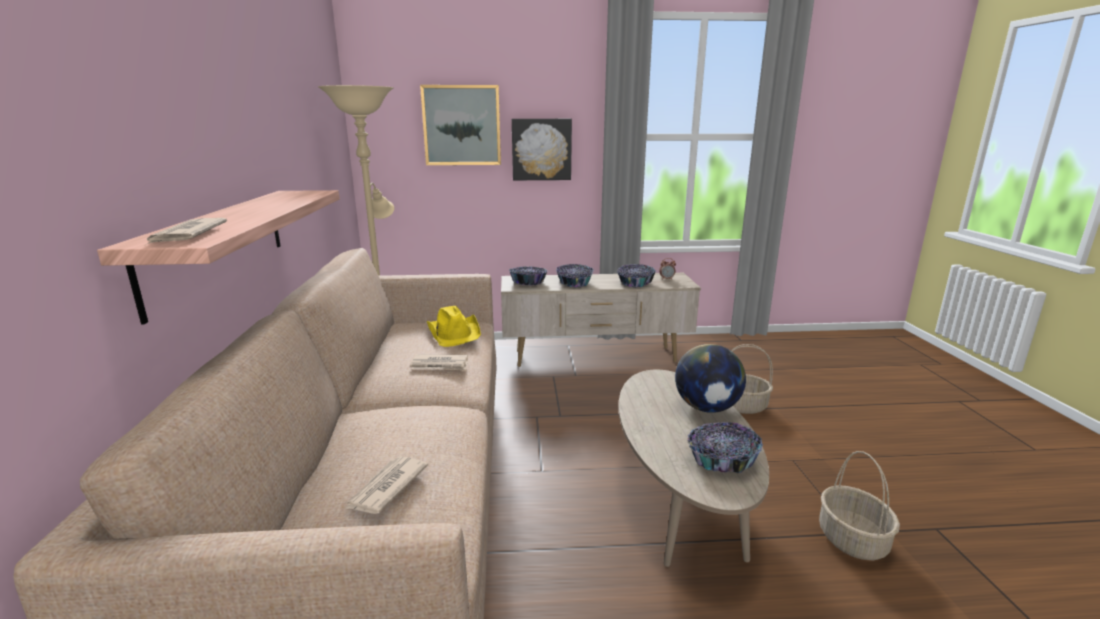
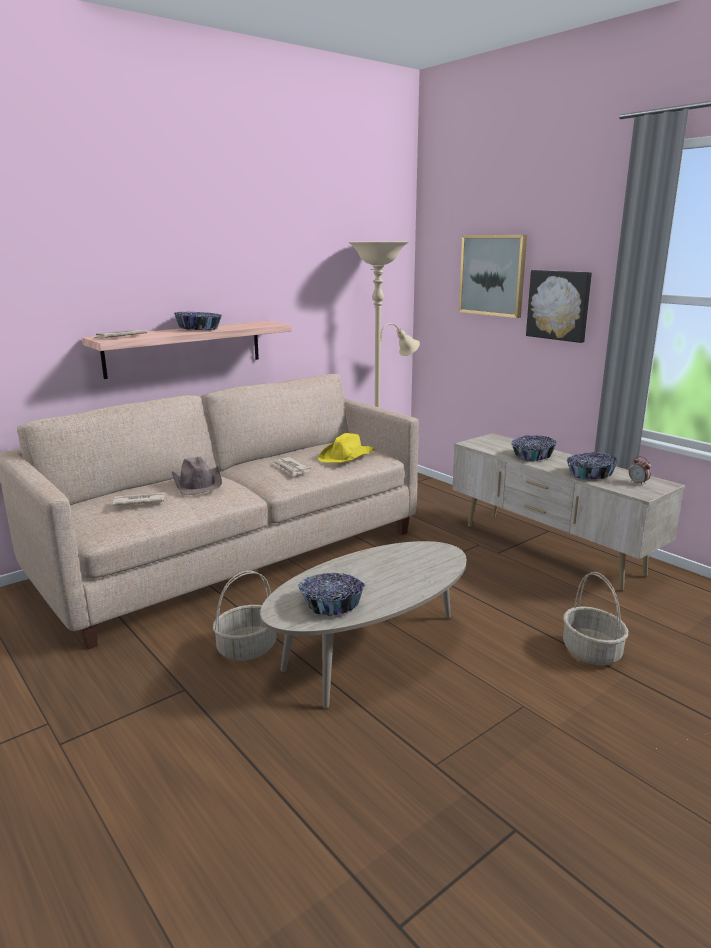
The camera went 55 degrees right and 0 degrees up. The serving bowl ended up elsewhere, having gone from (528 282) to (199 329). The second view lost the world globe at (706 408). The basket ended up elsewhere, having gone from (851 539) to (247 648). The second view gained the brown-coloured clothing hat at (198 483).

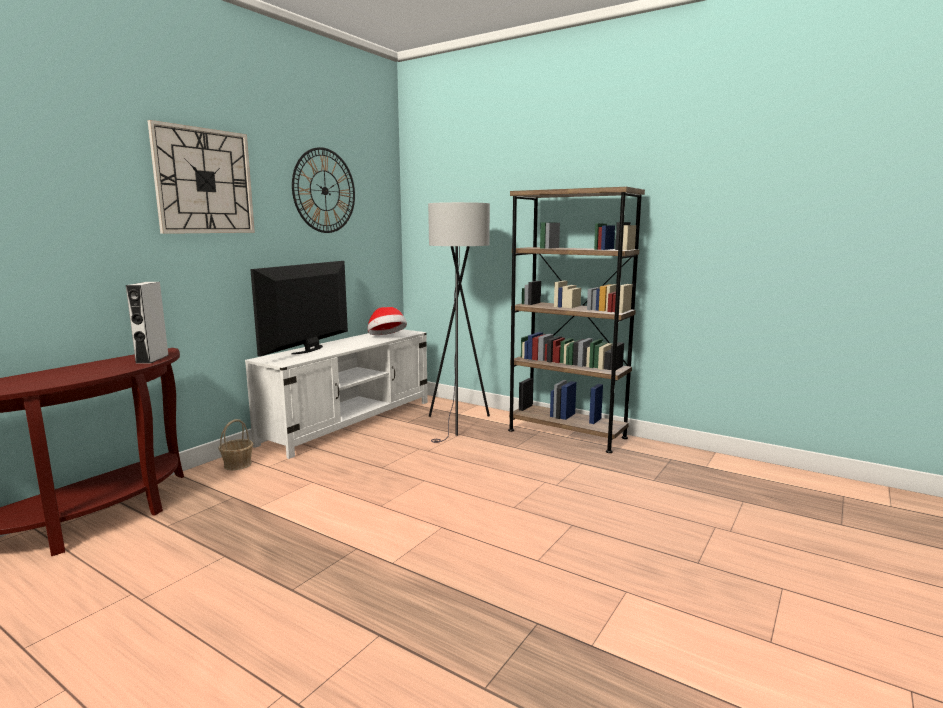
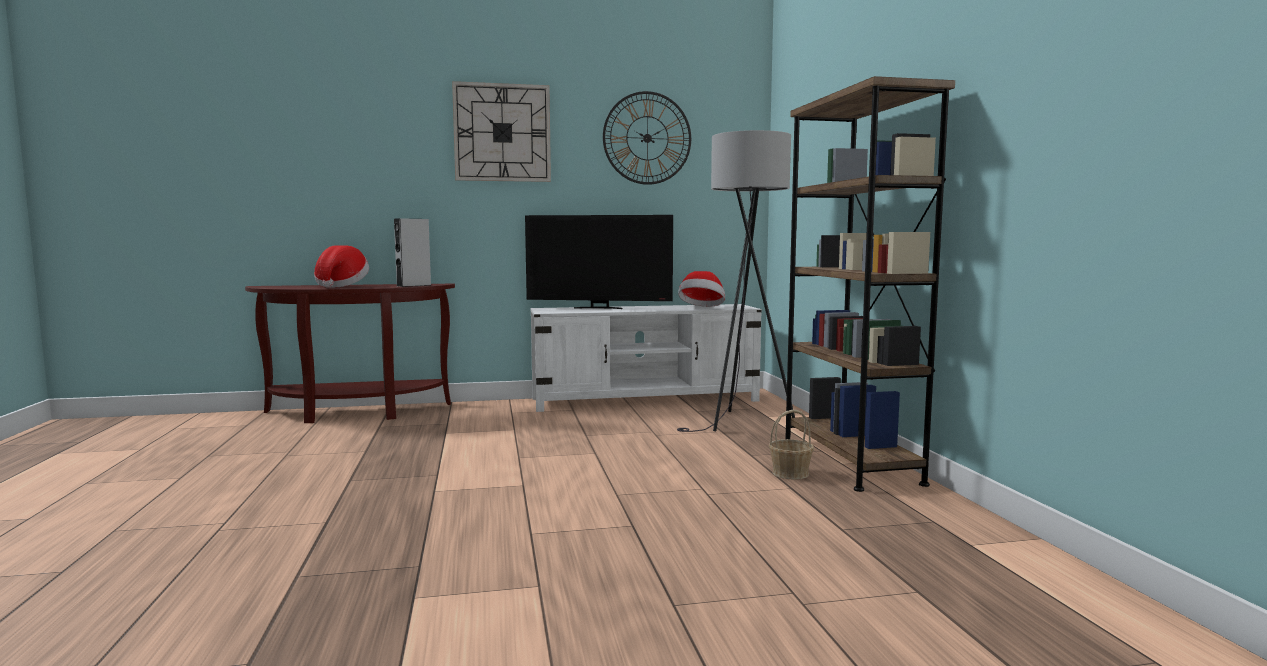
The camera went 45 degrees right and 5 degrees down. The TV set at (310 350) ended up facing another way, 150 degrees counterclockwise from before. The basket ended up elsewhere, having gone from (238 464) to (790 473). The second view gained the clothing hat at (341 286).

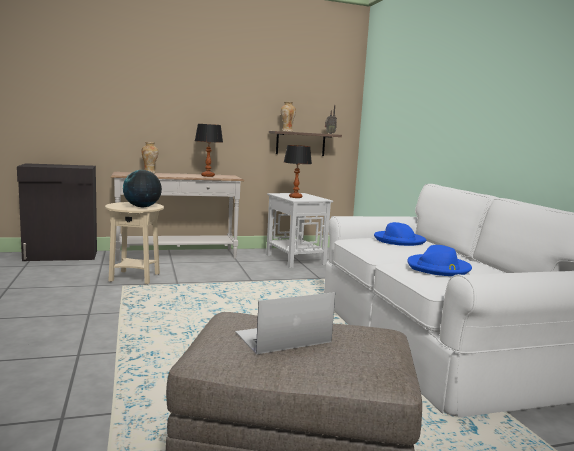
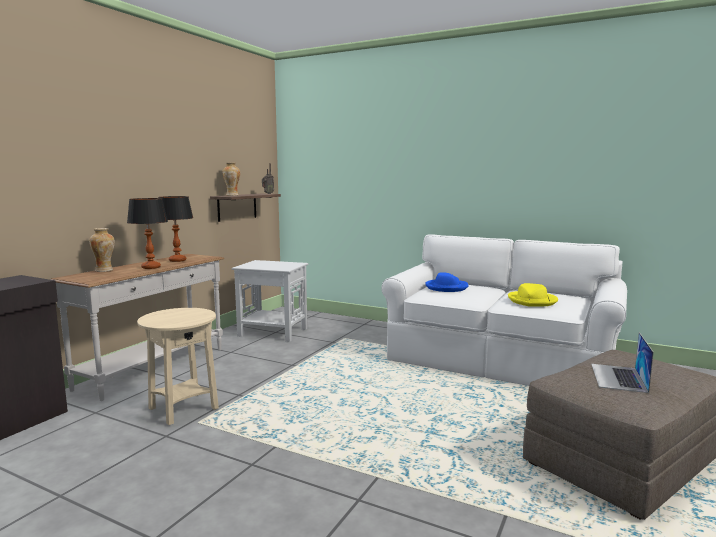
The camera went 45 degrees left and 0 degrees up. The tabletop lamp ended up elsewhere, having gone from (295 197) to (151 267). The second view lost the world globe at (142 207). What was the blue clothing hat at (438 268) turned into the yellow-coloured clothing hat at (532 301).

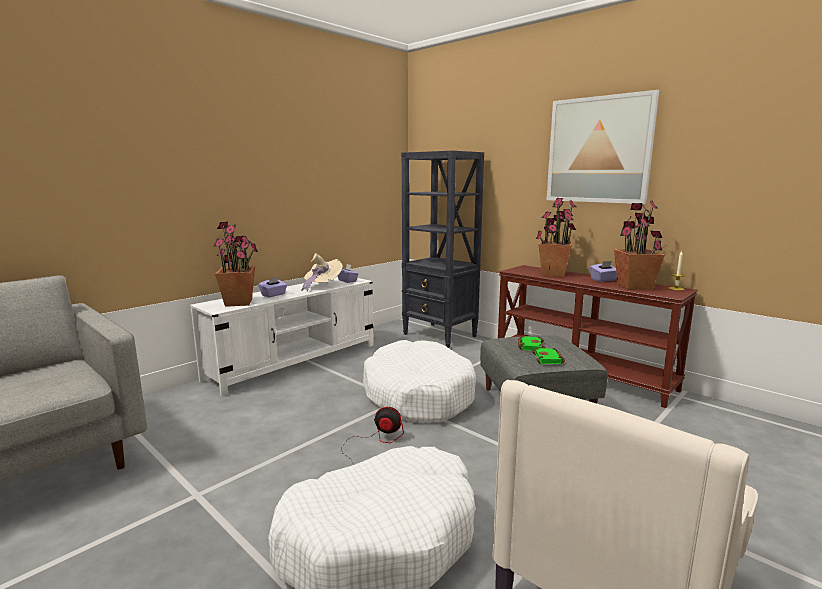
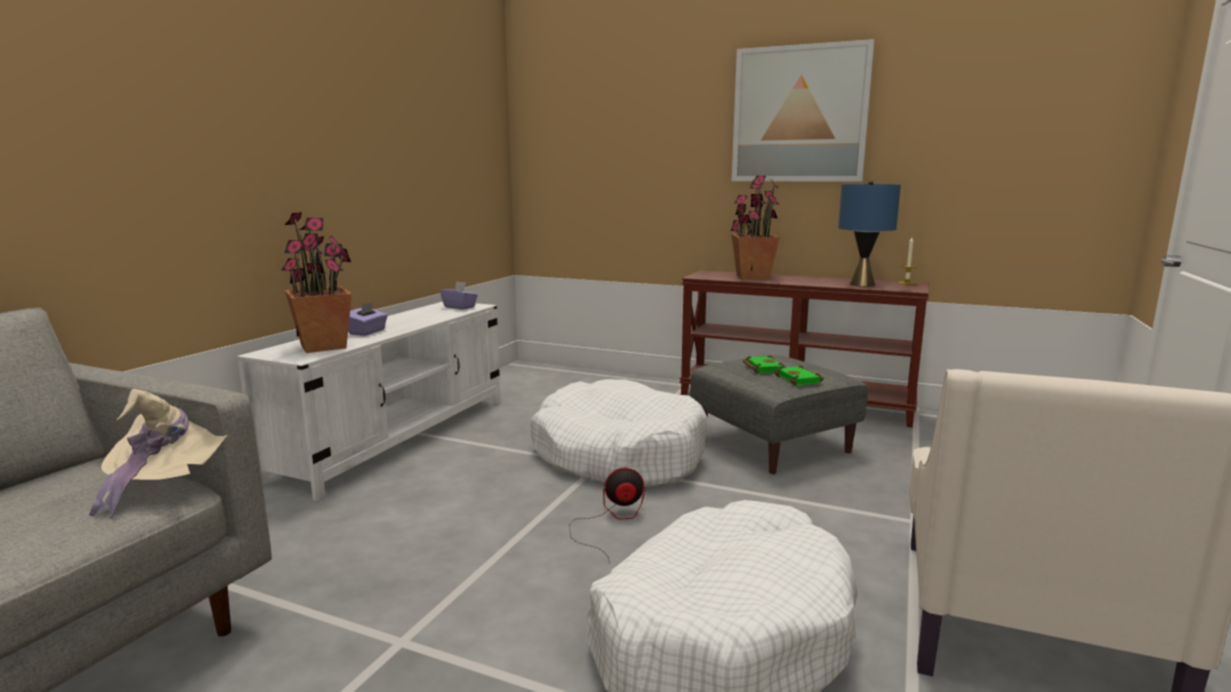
The camera went 20 degrees left and 0 degrees up. The second view lost the blackish bookshelf at (440 335). Where the houseplant stood at (634 287), the blue tabletop lamp came to stand at (862 284). The beige-coloured clothing hat ended up elsewhere, having gone from (322 286) to (170 481). The second view lost the purple tissue box at (603 280).

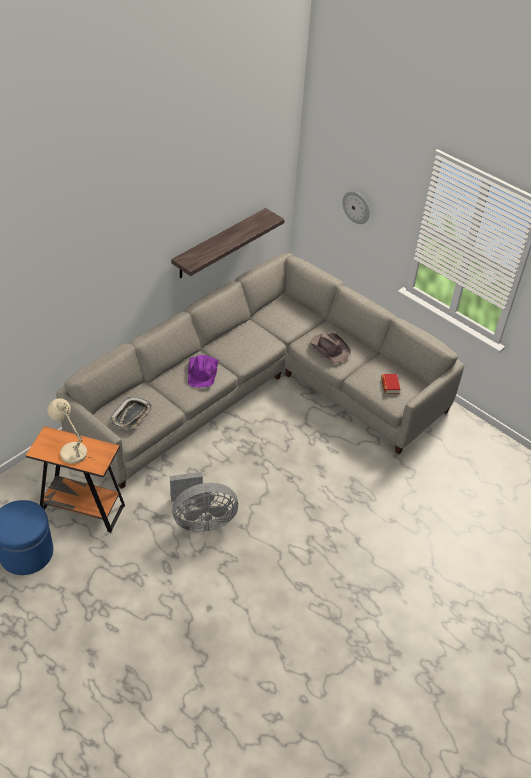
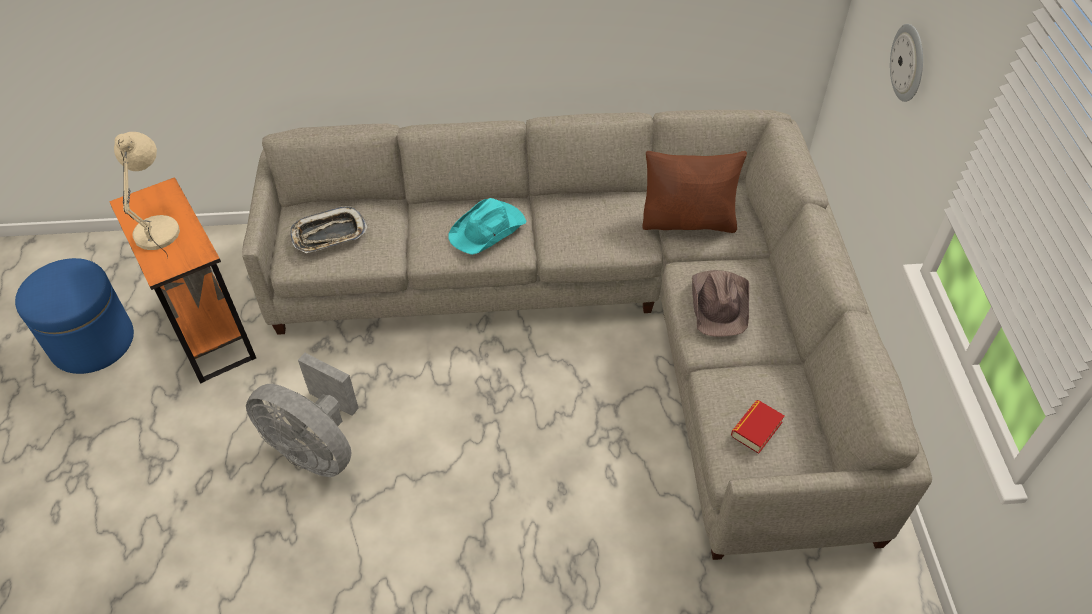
The camera went 45 degrees right and 5 degrees up. The second view lost the bracket shelf at (220 244). What was the purple clothing hat at (203 372) turned into the turquoise-coloured clothing hat at (488 229). The second view gained the brown-coloured cushion at (688 221).

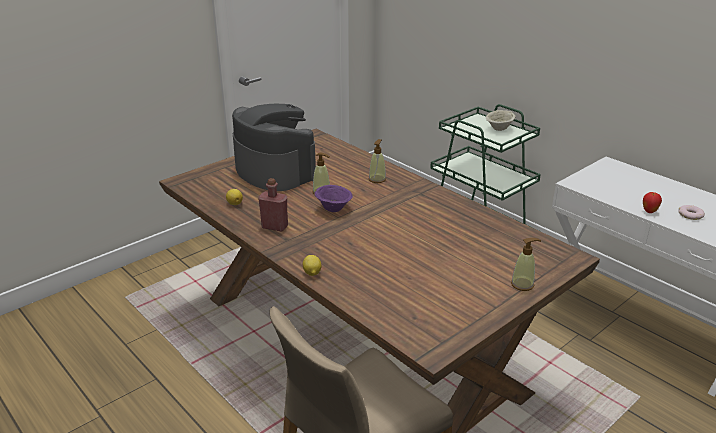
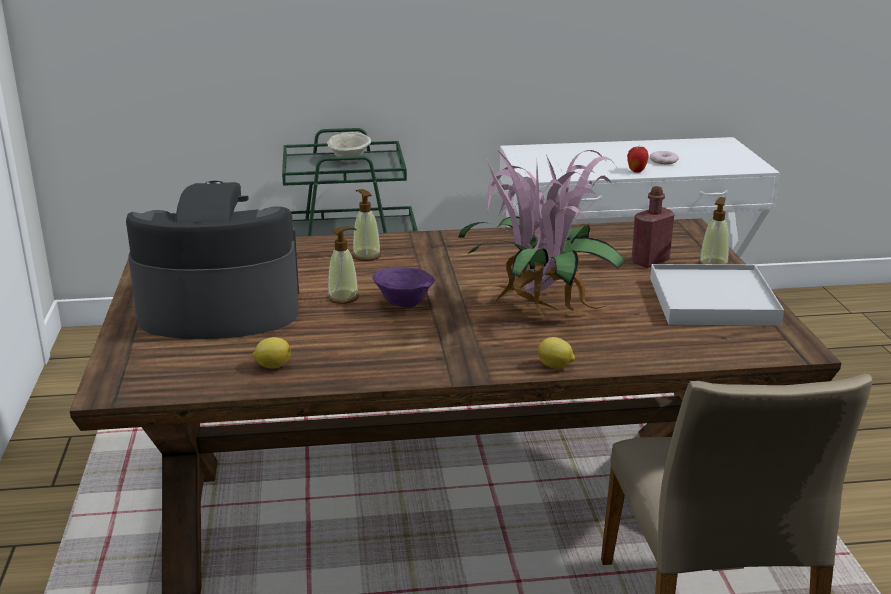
The camera went 55 degrees left and 5 degrees down. The red-coloured beverage bottle ended up elsewhere, having gone from (274 226) to (650 261). The second view gained the houseplant at (537 309). The second view gained the white serving tray at (712 301).

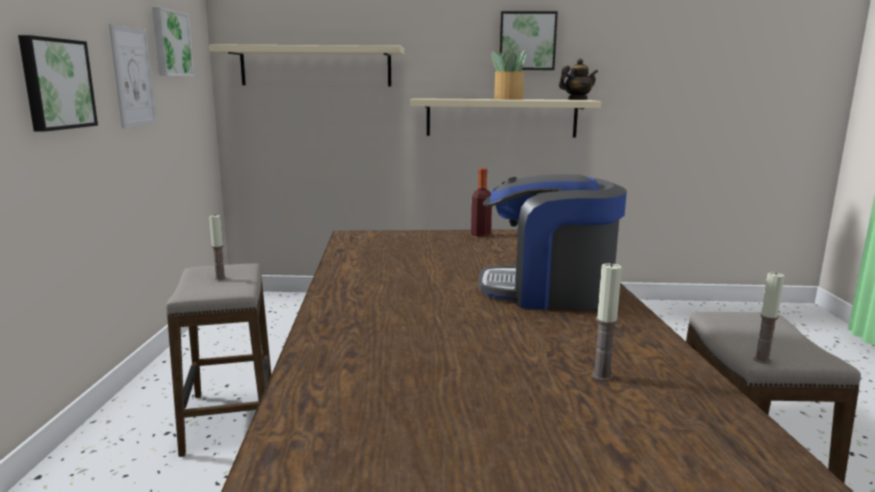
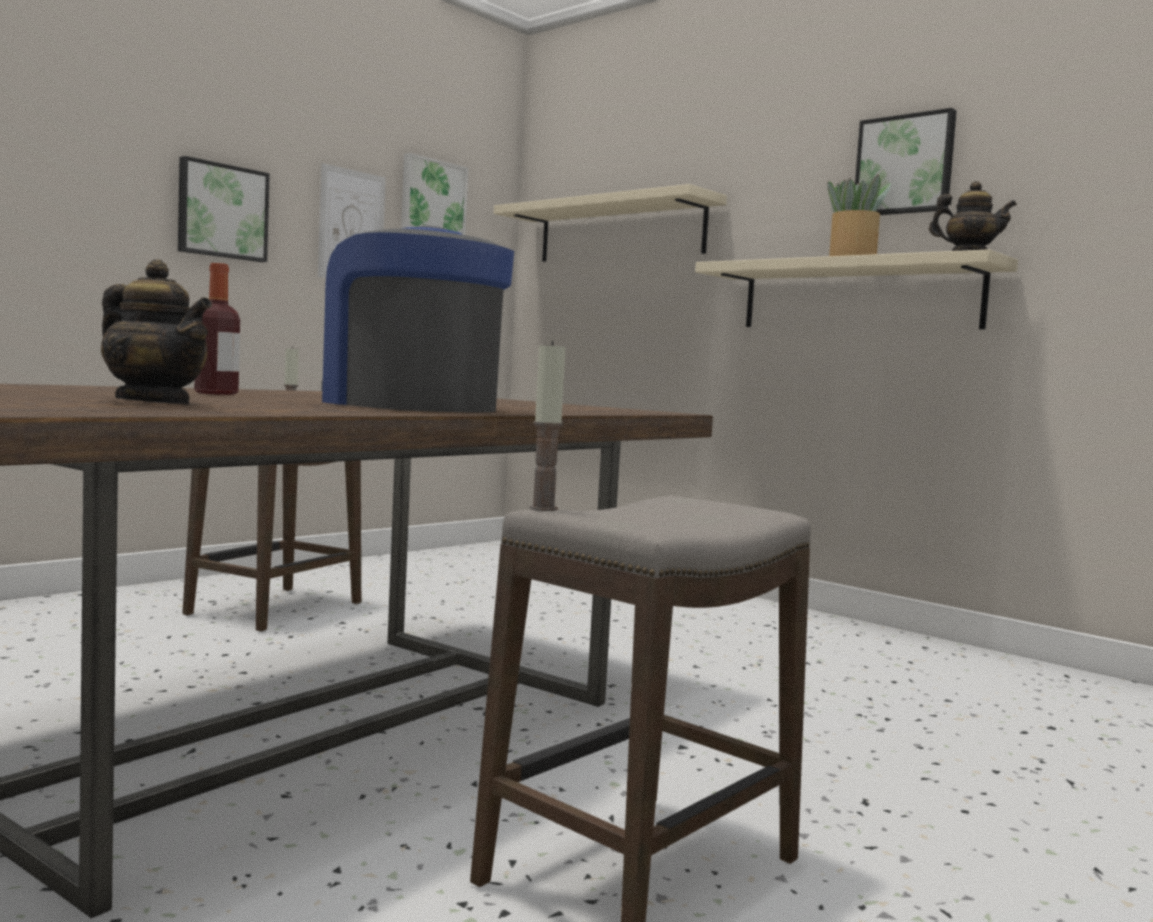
The camera went 40 degrees right and 10 degrees down. The beverage bottle ended up elsewhere, having gone from (481 234) to (216 393). Where the wax light stood at (602 376), the tea pot came to stand at (154 403).

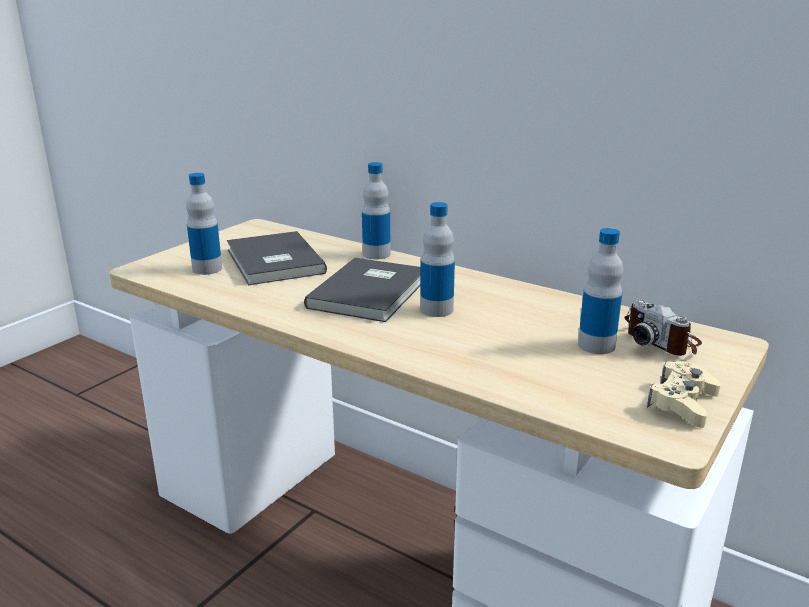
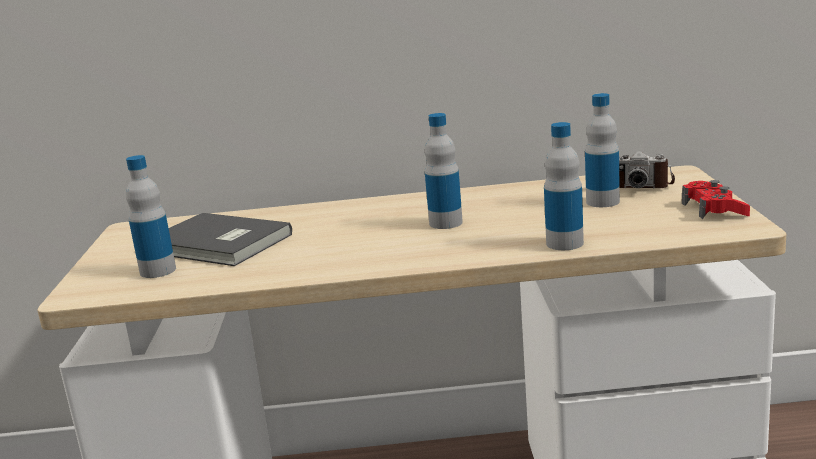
The camera went 35 degrees left and 5 degrees down. The beverage bottle ended up elsewhere, having gone from (376 254) to (564 243). The second view lost the grey volume at (372 292). What was the beige-coloured game controller at (682 403) turned into the red-coloured game controller at (714 209).

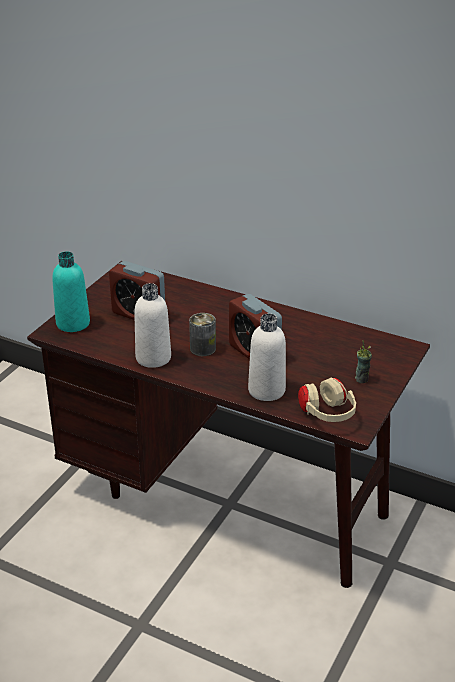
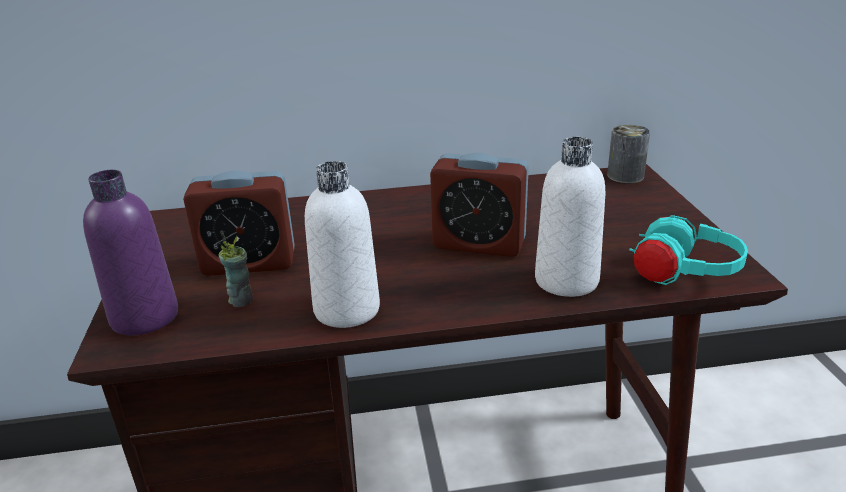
The camera went 35 degrees left and 5 degrees down. What was the turquoise-coloured beverage bottle at (73 323) turned into the purple beverage bottle at (144 317). The metal can ended up elsewhere, having gone from (203 348) to (625 176). The cup ended up elsewhere, having gone from (362 379) to (241 300). What was the beige-coloured pair of headphones at (326 415) turned into the turquoise-coloured pair of headphones at (683 275).

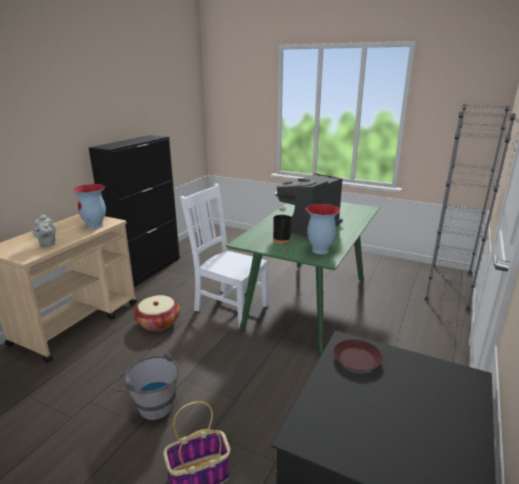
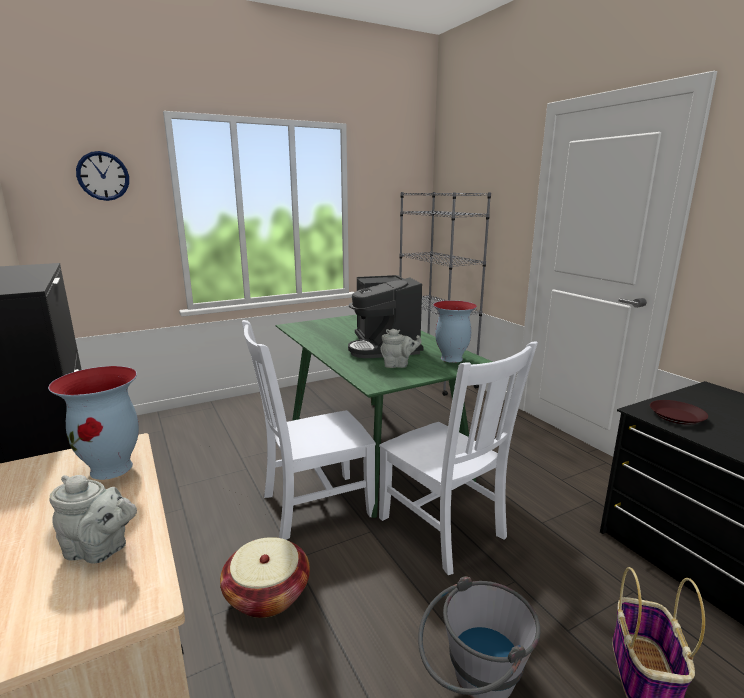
The camera went 55 degrees left and 5 degrees down. Where the blackish beverage bottle stood at (281 240), the grey tea pot came to stand at (398 365). The second view gained the clock on the wall at (103 176). The second view gained the white chair at (444 530).

